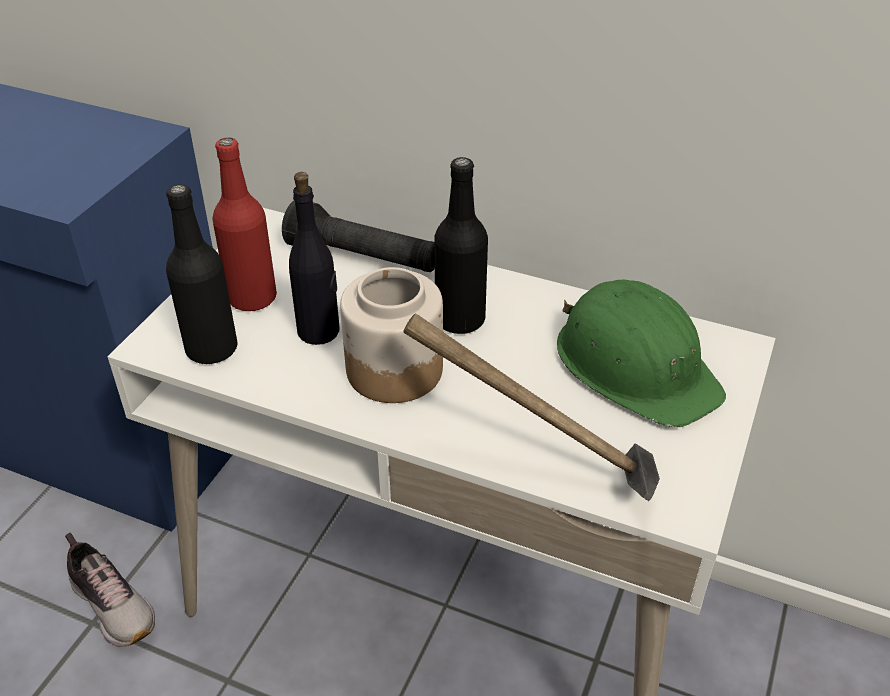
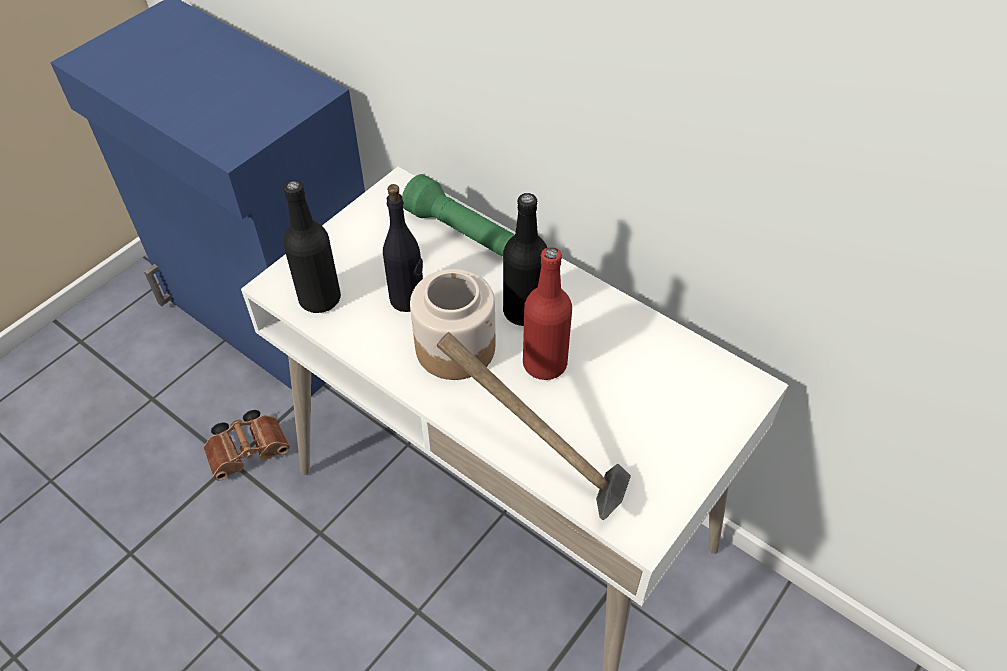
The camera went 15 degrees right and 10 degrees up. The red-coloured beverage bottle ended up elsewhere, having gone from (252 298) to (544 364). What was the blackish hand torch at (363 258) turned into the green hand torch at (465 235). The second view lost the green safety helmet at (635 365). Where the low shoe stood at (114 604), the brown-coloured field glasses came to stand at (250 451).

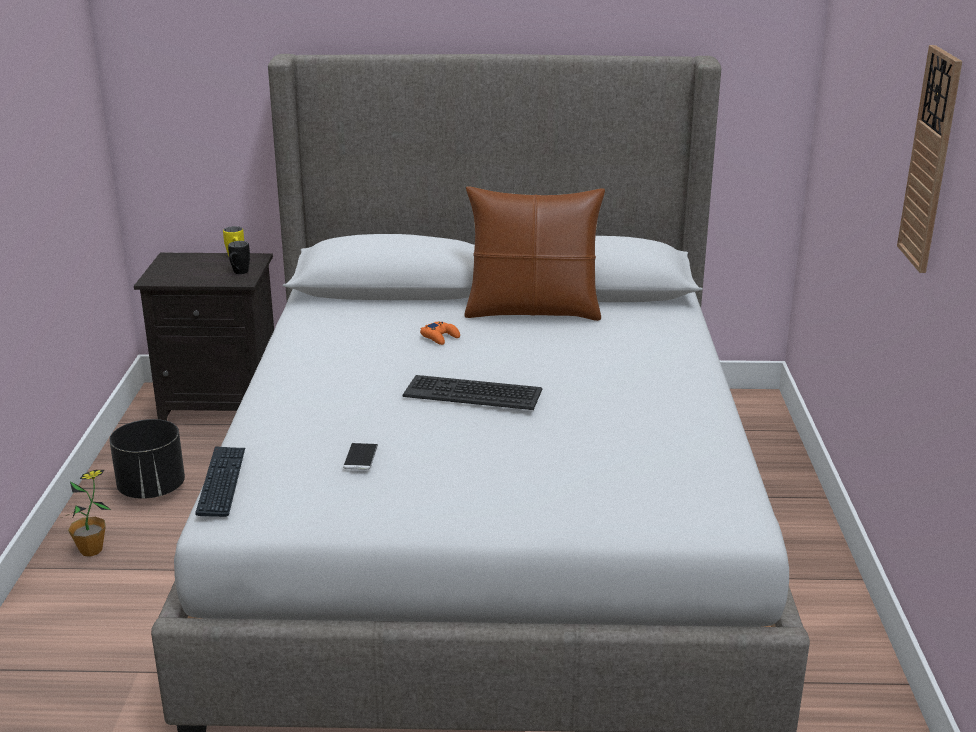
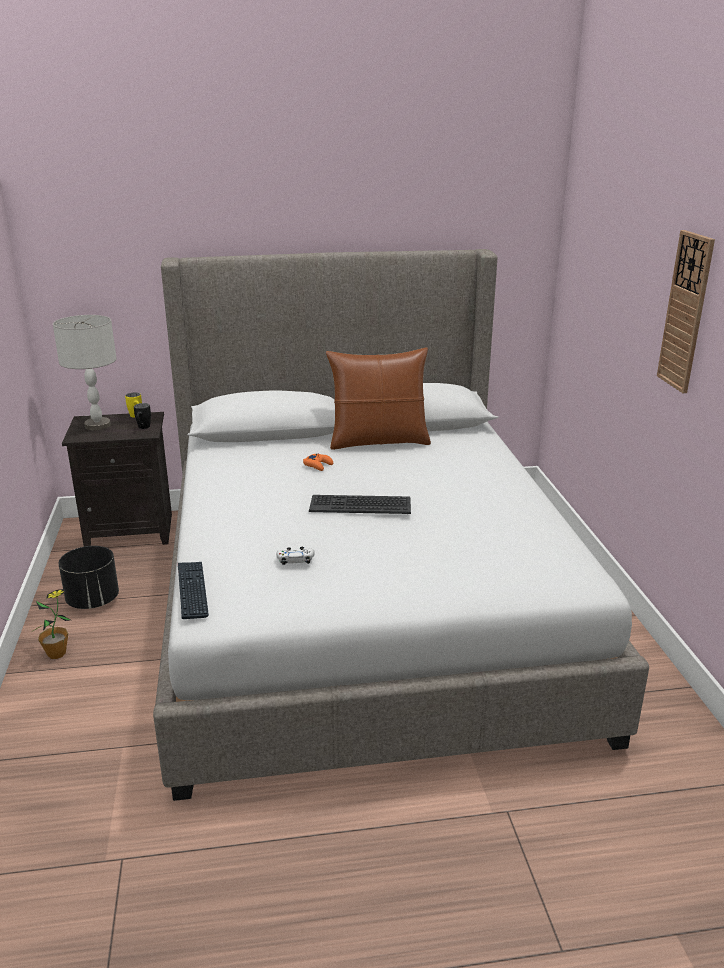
The camera went 10 degrees left and 0 degrees up. Where the phone stood at (361 456), the white game controller came to stand at (295 560). The second view gained the grey tabletop lamp at (97 425).

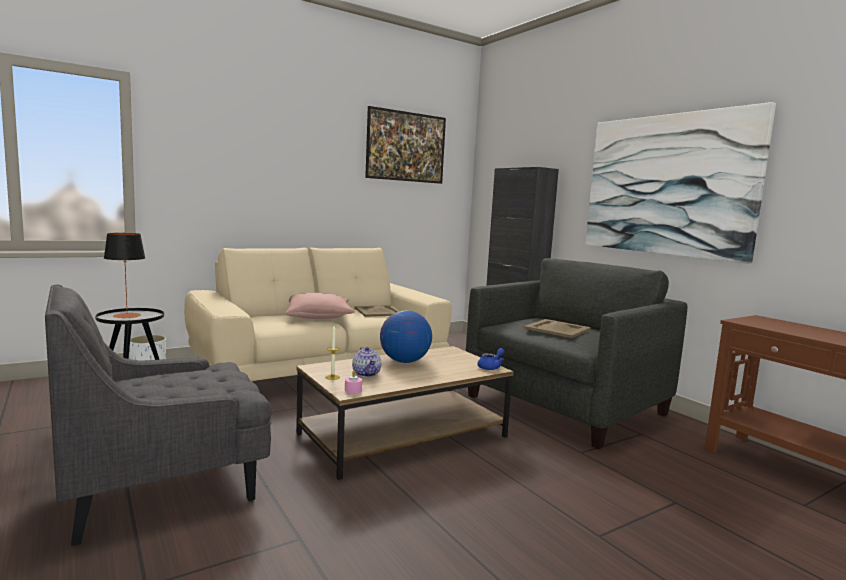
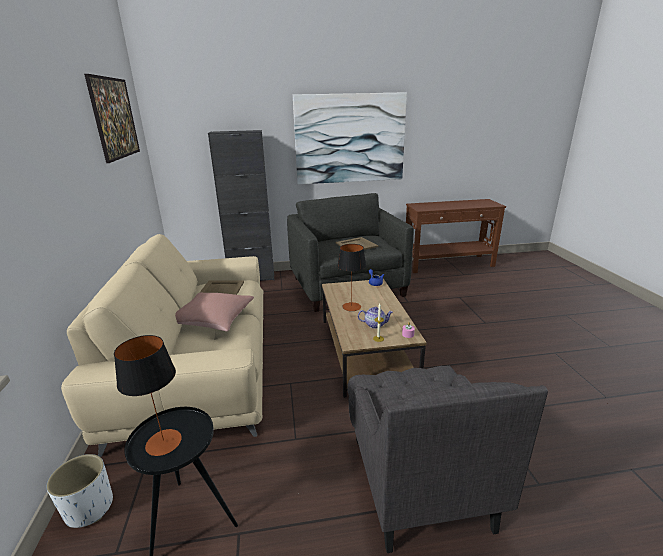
The camera went 65 degrees left and 15 degrees up. Where the world globe stood at (404 361), the tabletop lamp came to stand at (351 306).

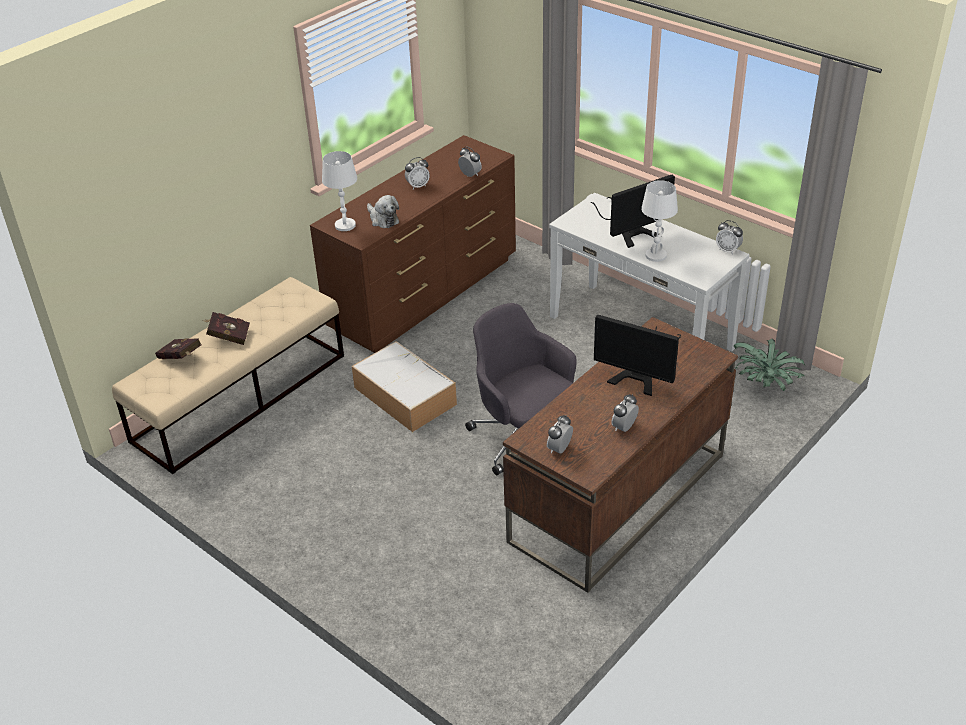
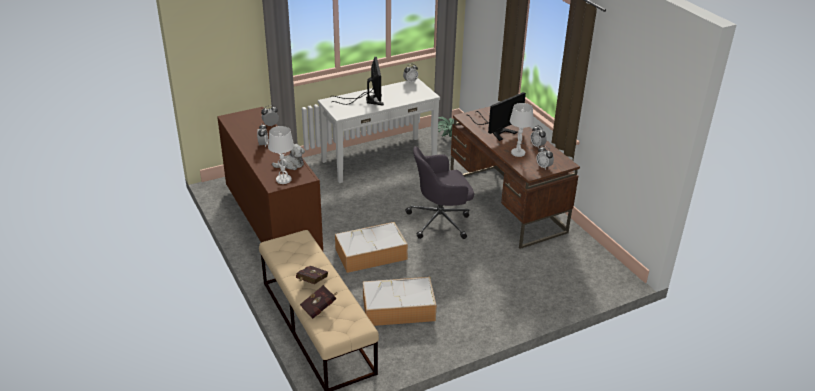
The camera went 70 degrees left and 5 degrees down. The white tabletop lamp ended up elsewhere, having gone from (656 255) to (518 153). The second view gained the storage box at (397 309).

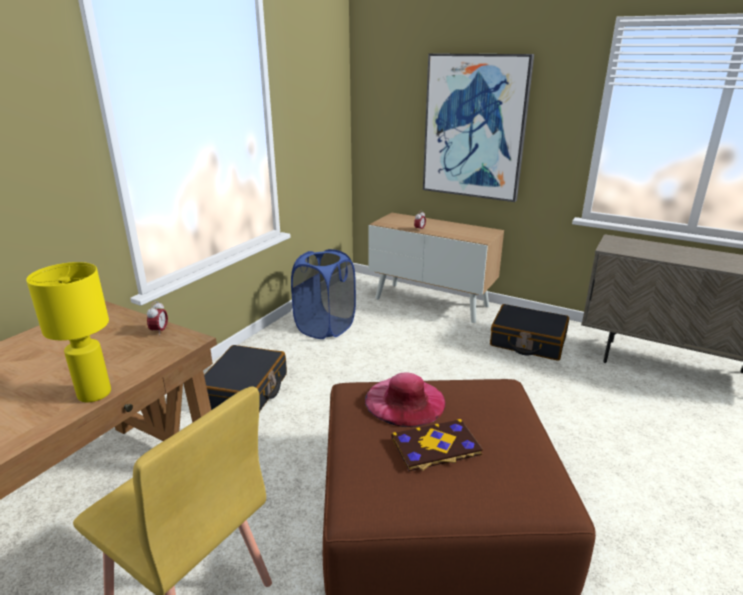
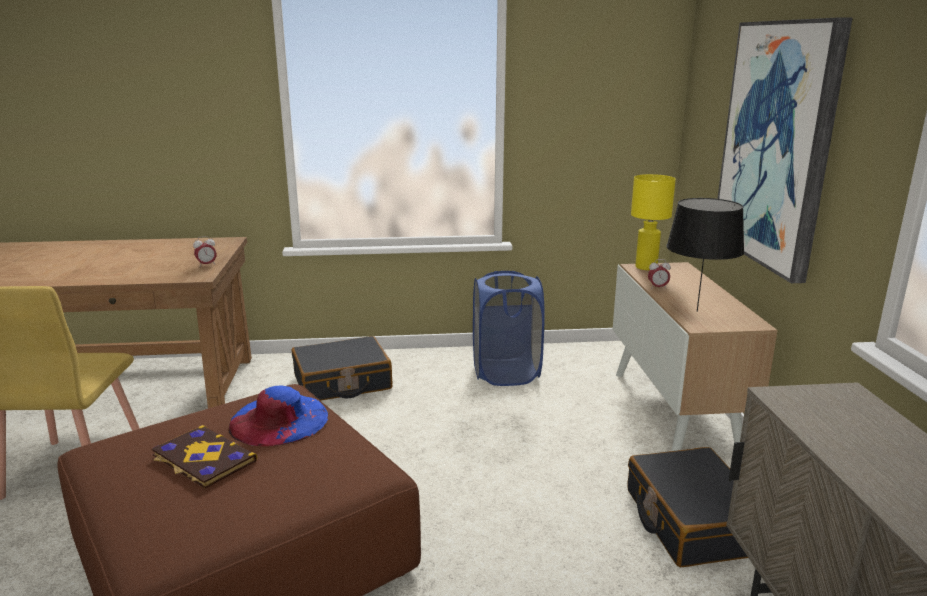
The camera went 55 degrees right and 5 degrees down. The yellow-coloured tabletop lamp ended up elsewhere, having gone from (94 393) to (646 267). What was the pink-coloured clothing hat at (405 401) turned into the blue clothing hat at (279 420). The second view gained the blackish tabletop lamp at (696 311).

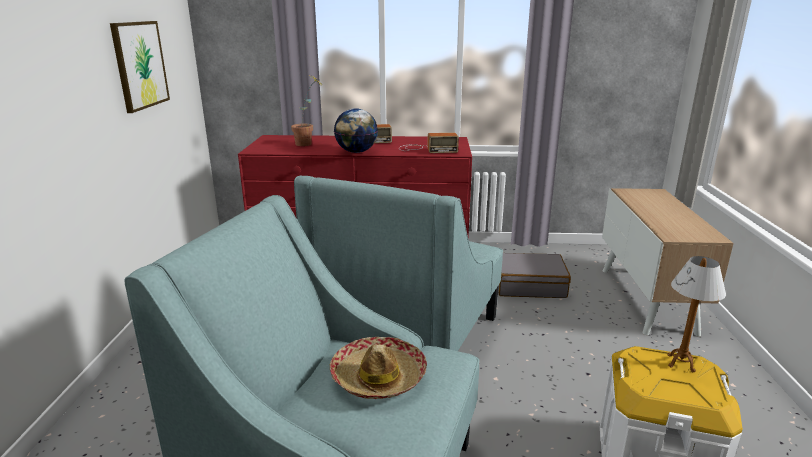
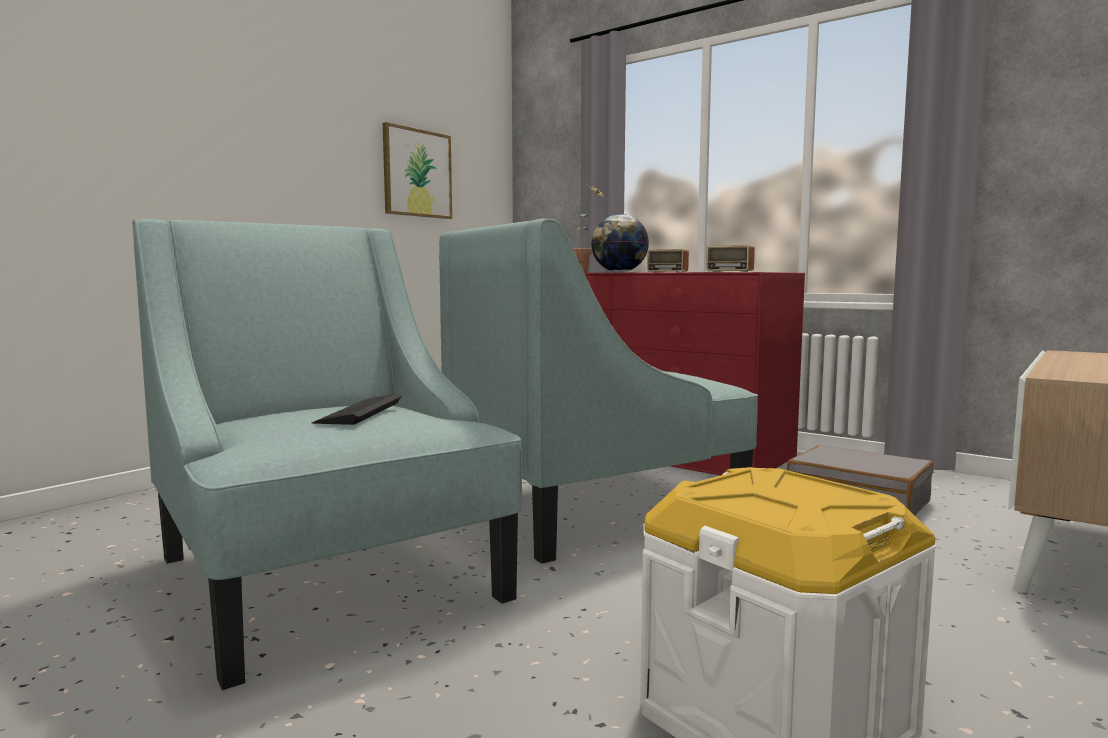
The camera went 35 degrees right and 15 degrees down. The second view lost the tabletop lamp at (681 363). Where the clothing hat stood at (378 377), the keyboard came to stand at (359 412).

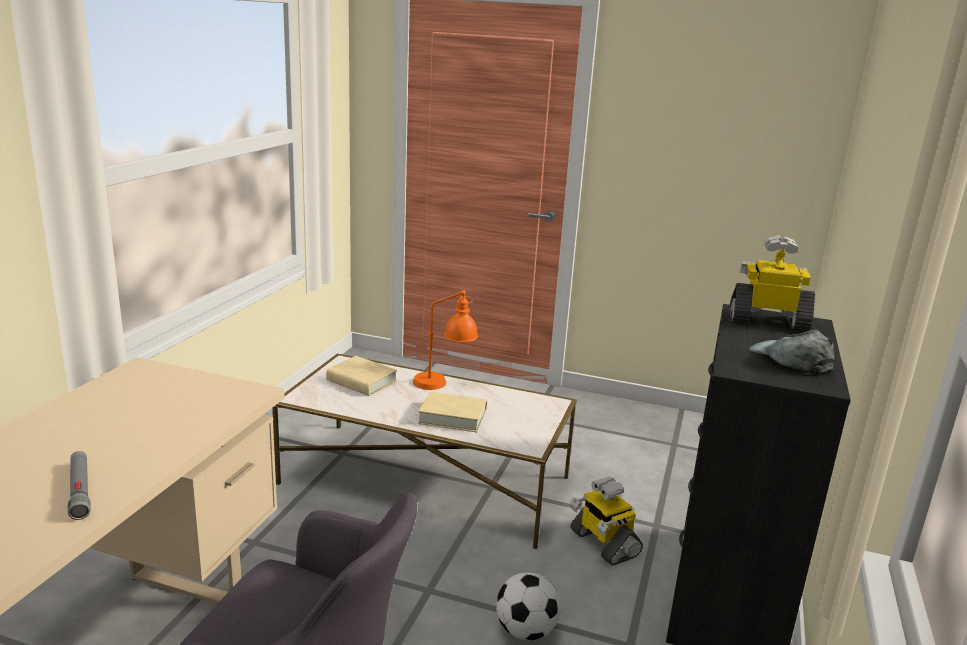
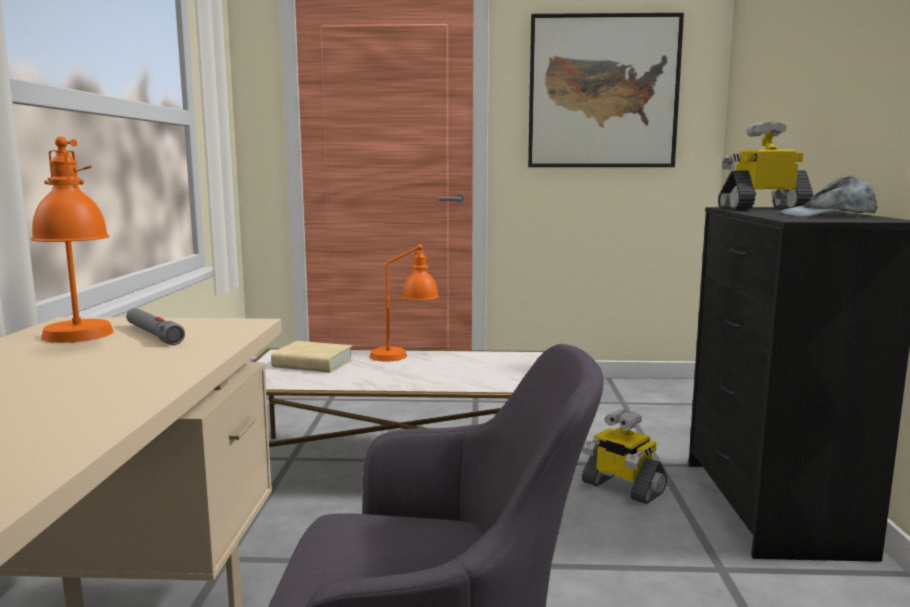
The camera went 15 degrees left and 10 degrees down. The grey baseball cap at (790 359) ended up facing another way, 45 degrees counterclockwise from before. The second view lost the beige-coloured volume at (452 417). The grey hand torch ended up elsewhere, having gone from (80 490) to (153 334). The second view lost the ball for football at (525 631). The second view gained the wall picture at (603 92). The second view gained the orange tabletop lamp at (81 340).

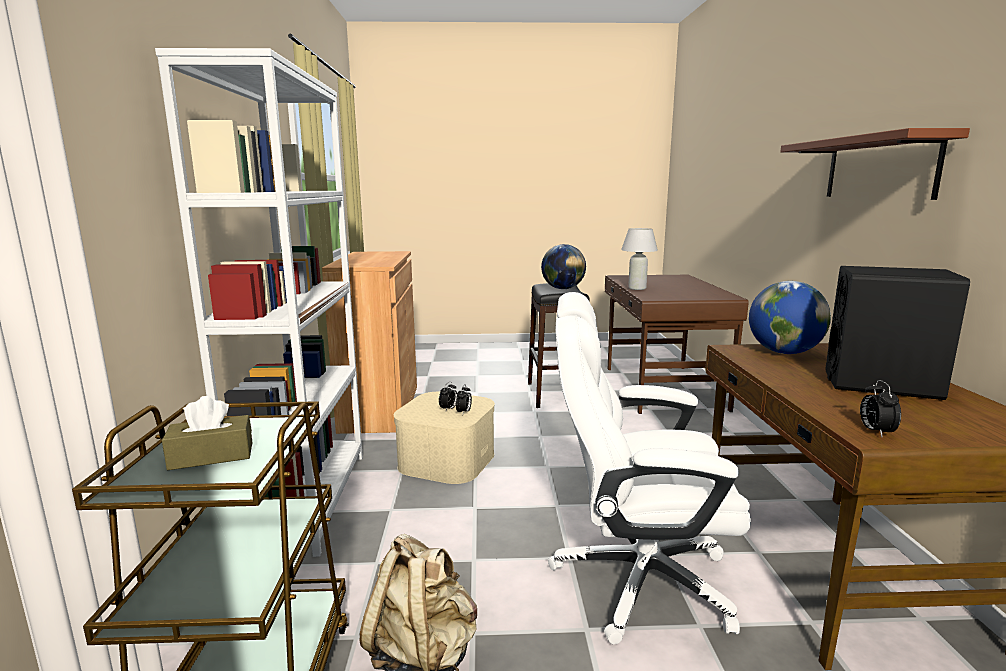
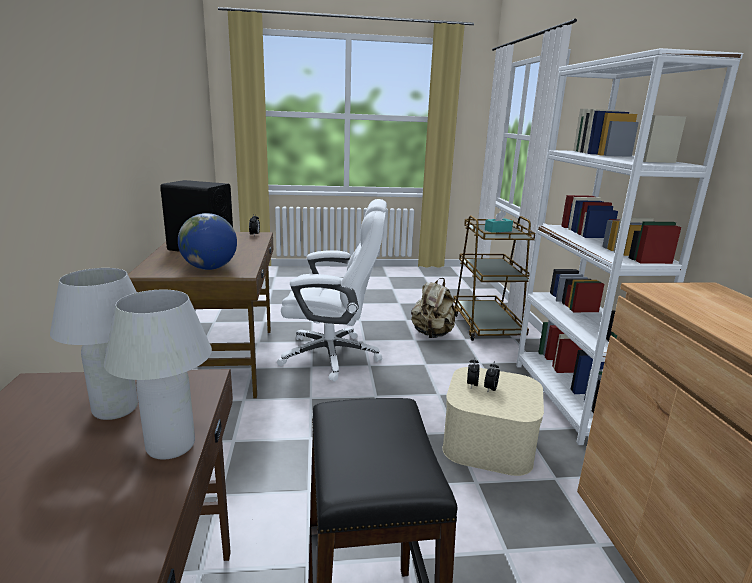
The camera went 175 degrees right and 5 degrees up. The second view lost the brown-coloured bracket shelf at (879 168). The second view lost the world globe at (563 289). What was the brown-coloured tissue box at (211 456) turned into the turquoise-coloured tissue box at (498 230). The second view gained the white tabletop lamp at (115 409).

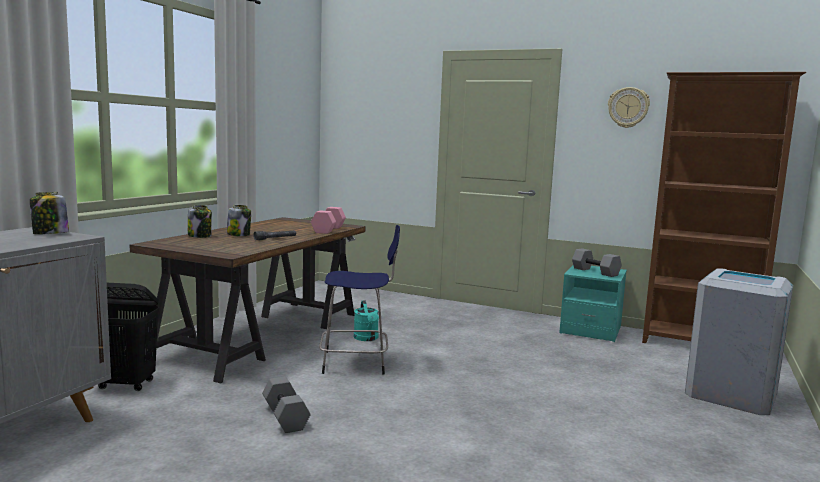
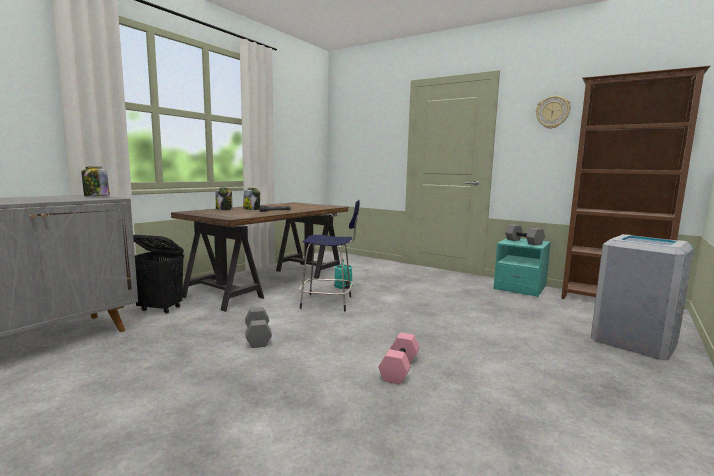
The camera went 10 degrees right and 0 degrees up. The pink-coloured dumbbell ended up elsewhere, having gone from (329 230) to (400 369).

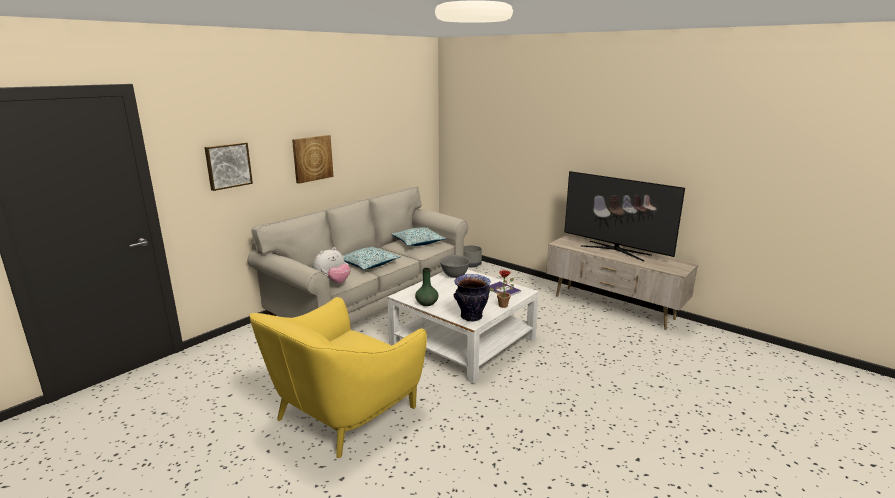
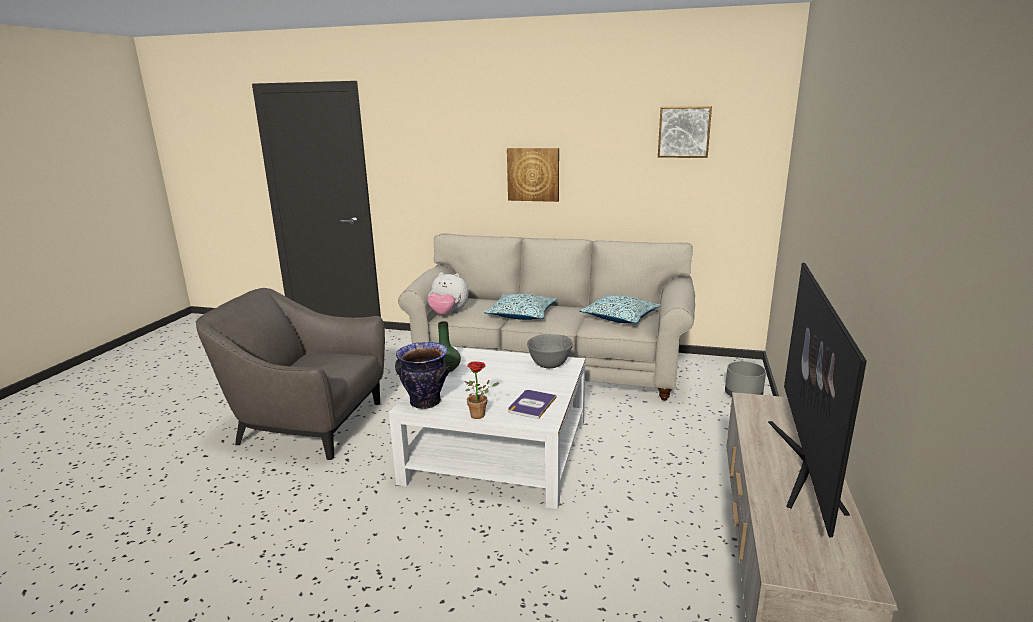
The camera went 65 degrees right and 0 degrees up. The wall picture ended up elsewhere, having gone from (228 165) to (684 132). What was the yellow-coloured armchair at (344 412) turned into the grey armchair at (308 424).

